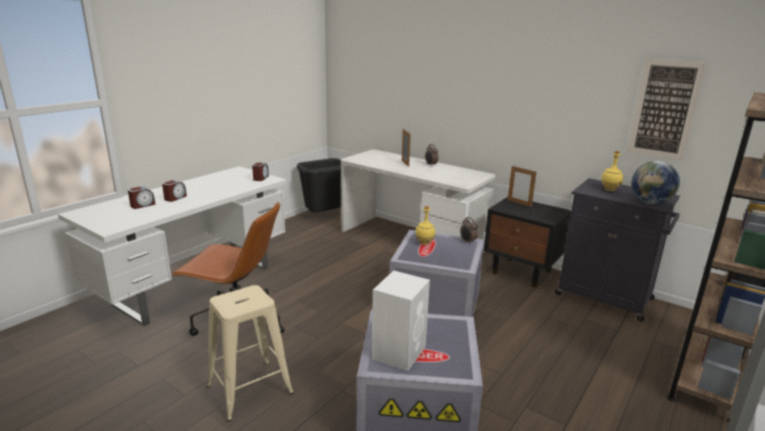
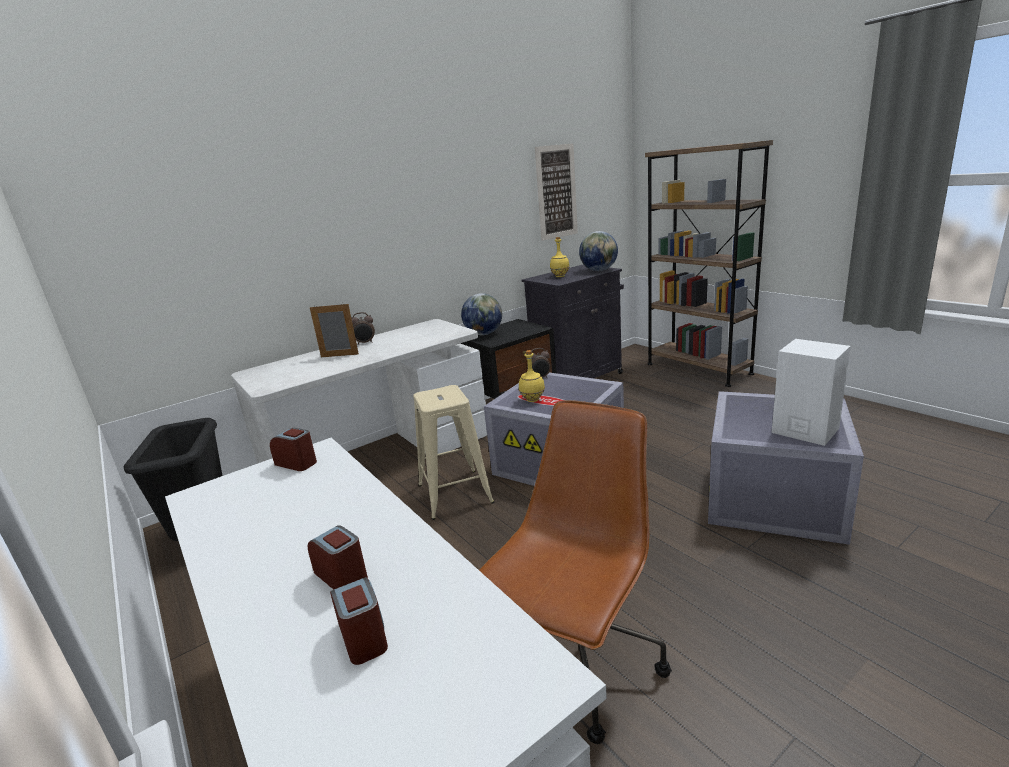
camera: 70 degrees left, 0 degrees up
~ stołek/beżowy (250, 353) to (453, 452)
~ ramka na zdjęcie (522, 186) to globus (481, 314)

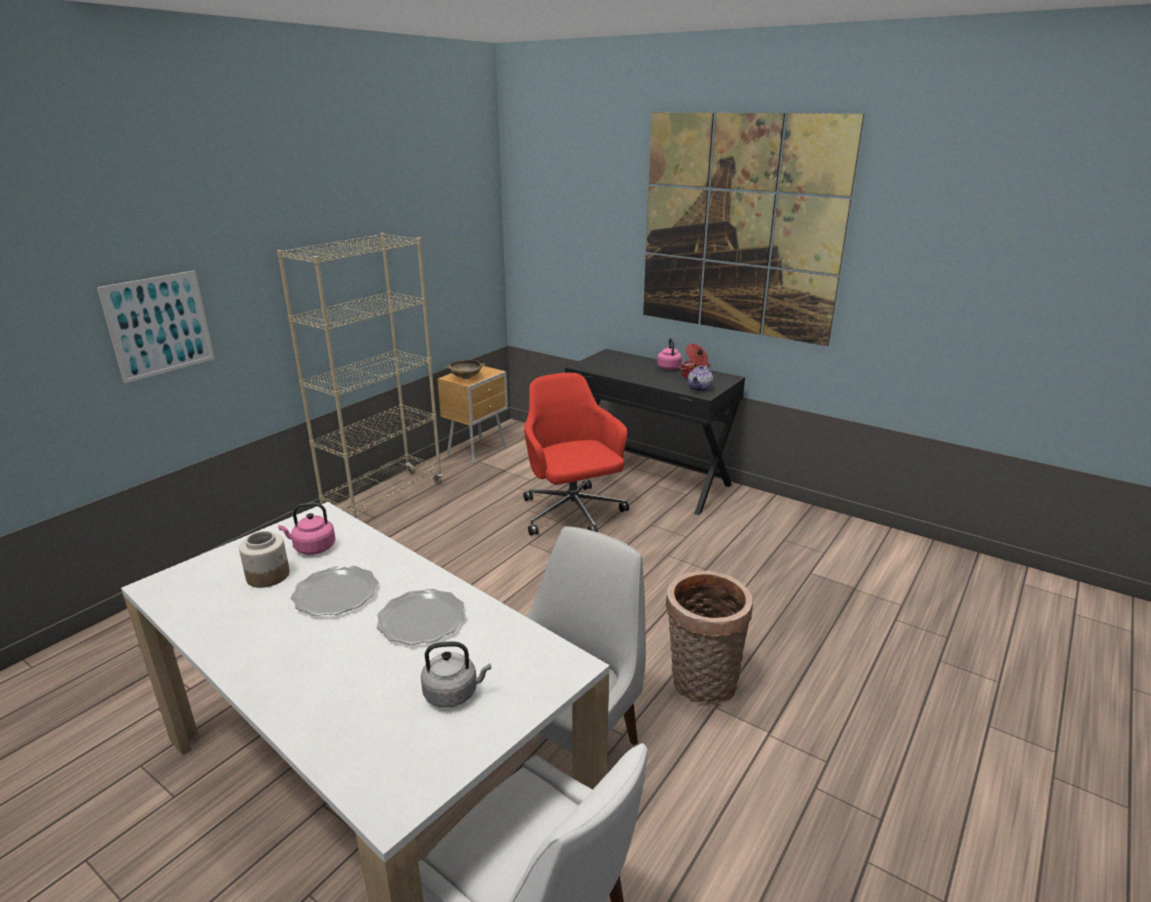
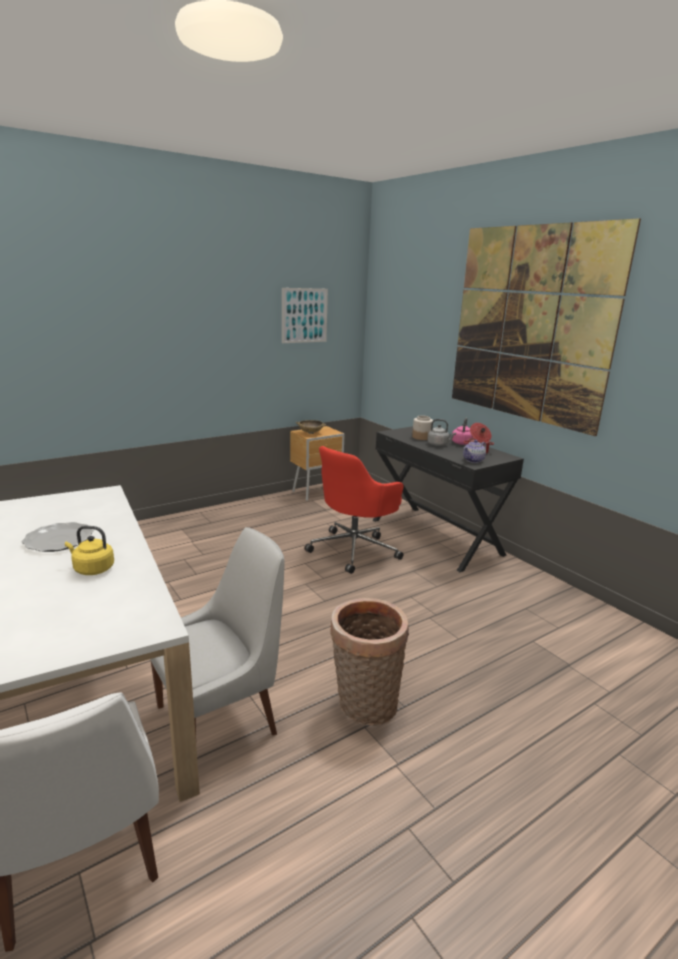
camera: 20 degrees right, 5 degrees down
~ talerz (421, 617) to czajnik/żółty (89, 550)
~ obraz (156, 327) to (305, 315)
~ krzesło biurowe/czerwony (576, 454) = (354, 510) 135 degrees counterclockwise
~ słoik (264, 559) to (422, 428)
~ czajnik/szary (456, 675) to (441, 432)
- regał/beżowy (360, 376)
- czajnik/różowy (306, 529)

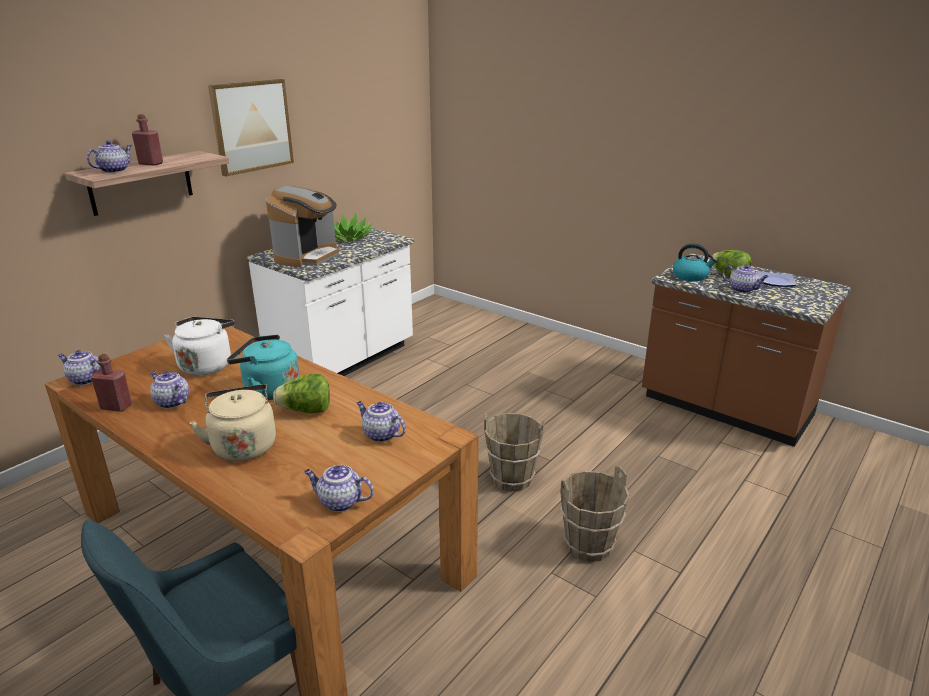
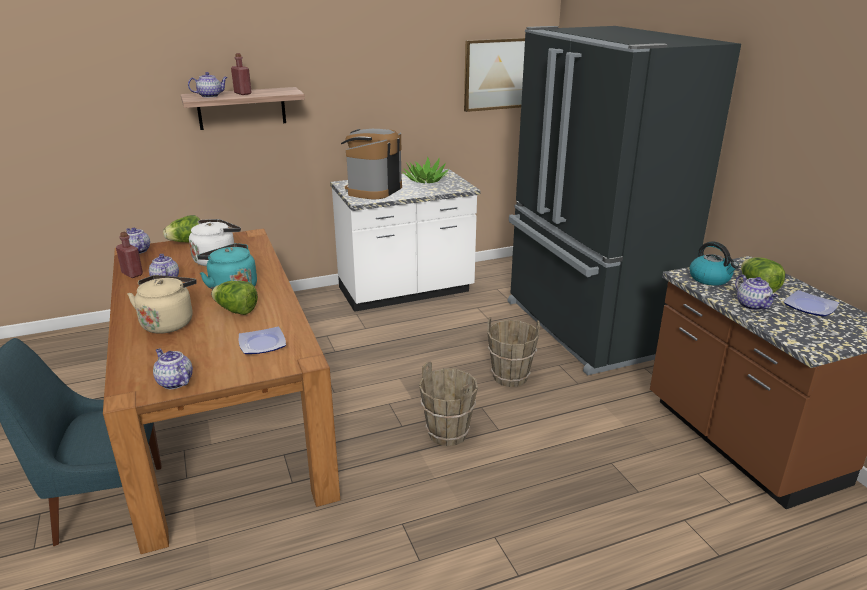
camera: 30 degrees right, 0 degrees up
+ sałata (181, 229)
~ imbryk (381, 421) to talerz (262, 340)
~ ekspres do kawy (303, 227) = (371, 164) 150 degrees clockwise
~ obraz (251, 127) to (494, 75)
~ wiadro/brązowy (595, 514) to (513, 352)
+ lodówka/czarny (624, 201)

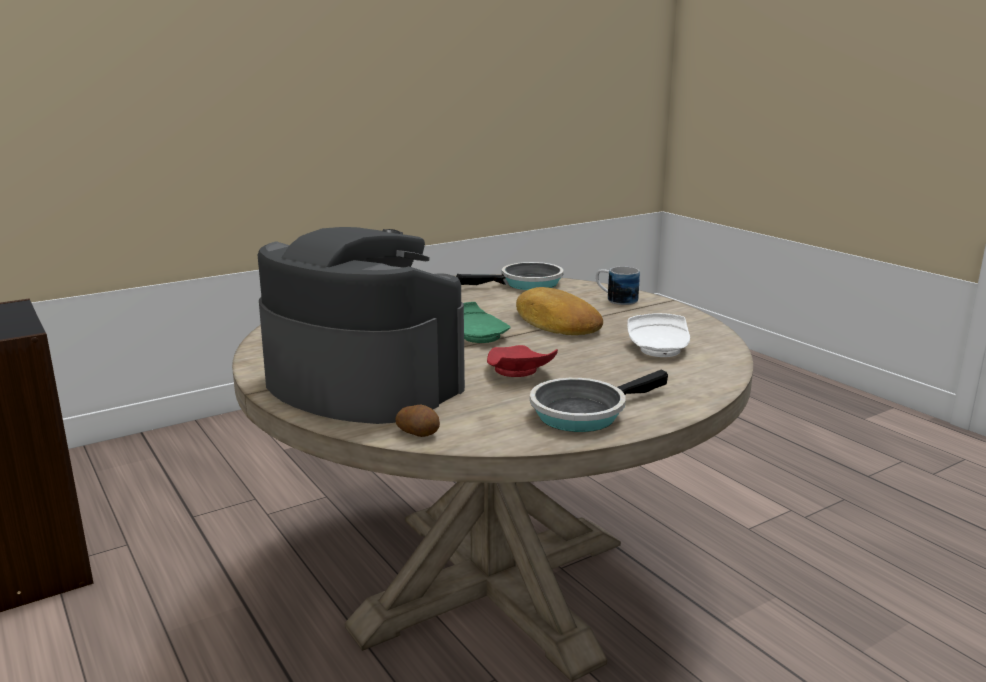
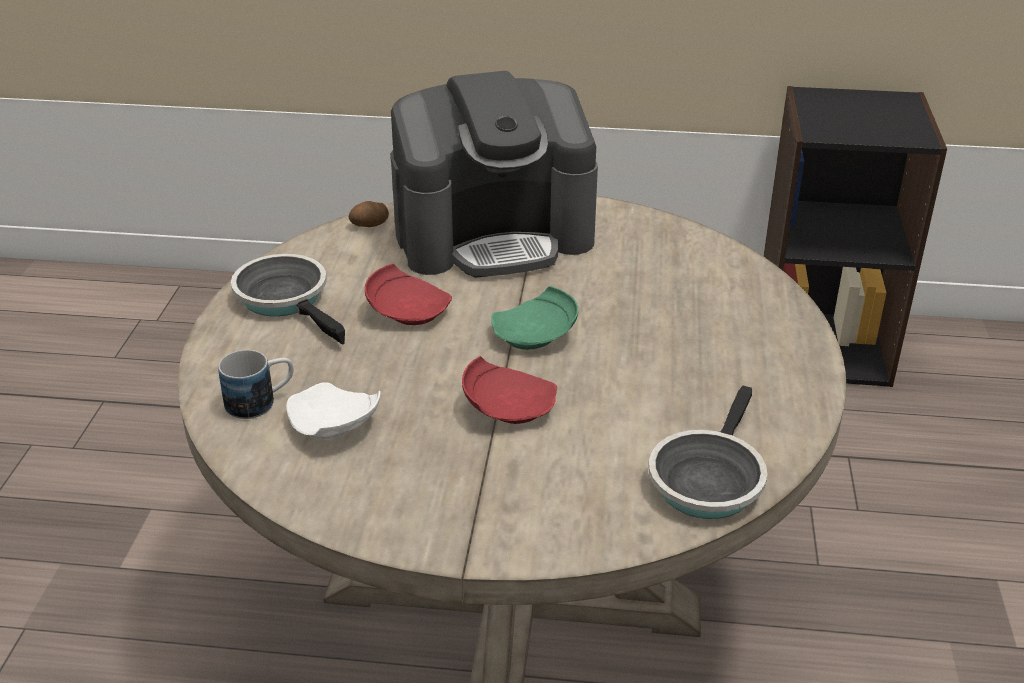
camera: 130 degrees right, 15 degrees up
~ kubek (618, 285) to (255, 384)
~ patelnia (599, 401) = (288, 299) 45 degrees counterclockwise
~ chleb (559, 311) to talerz/czerwony (509, 390)

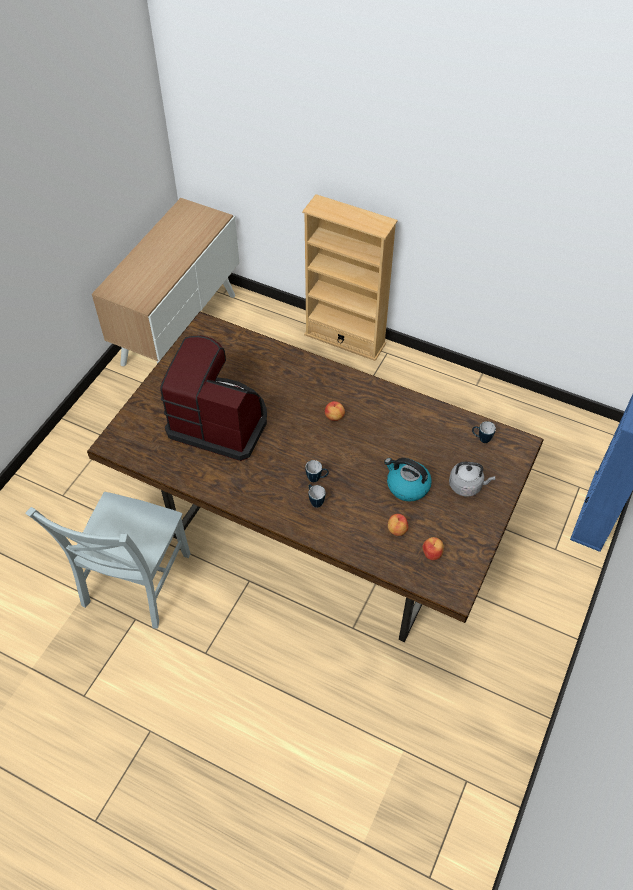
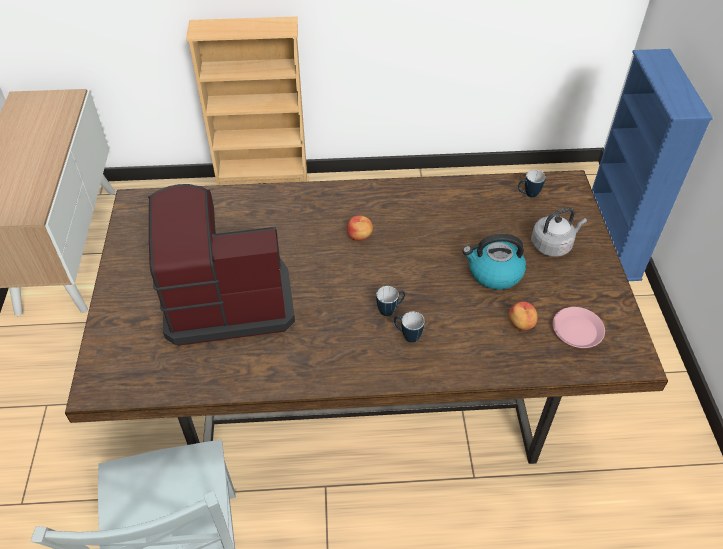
camera: 30 degrees left, 5 degrees down
~ jabłko (433, 548) to talerz/różowy (579, 327)

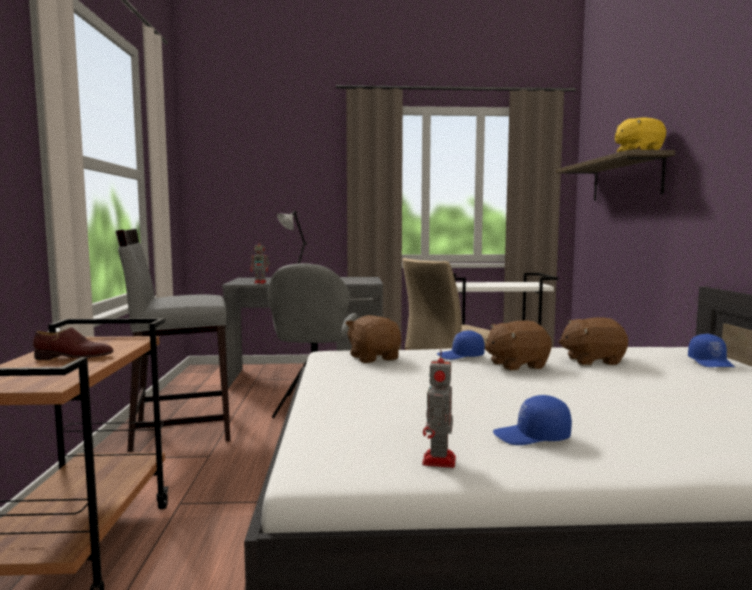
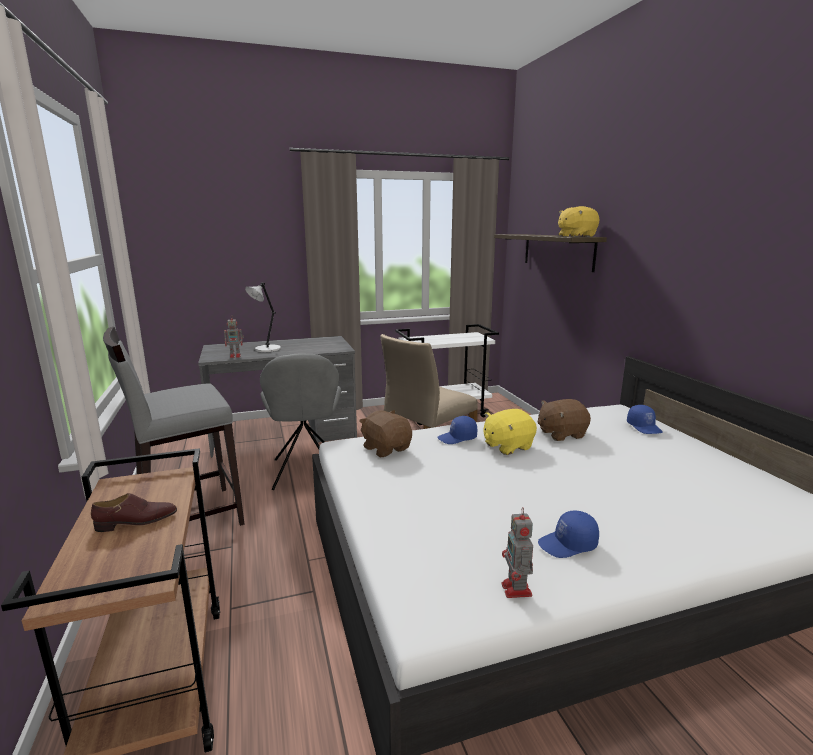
camera: 15 degrees left, 10 degrees up
~ pluszak/brązowy (518, 346) to pluszak/żółty (510, 432)

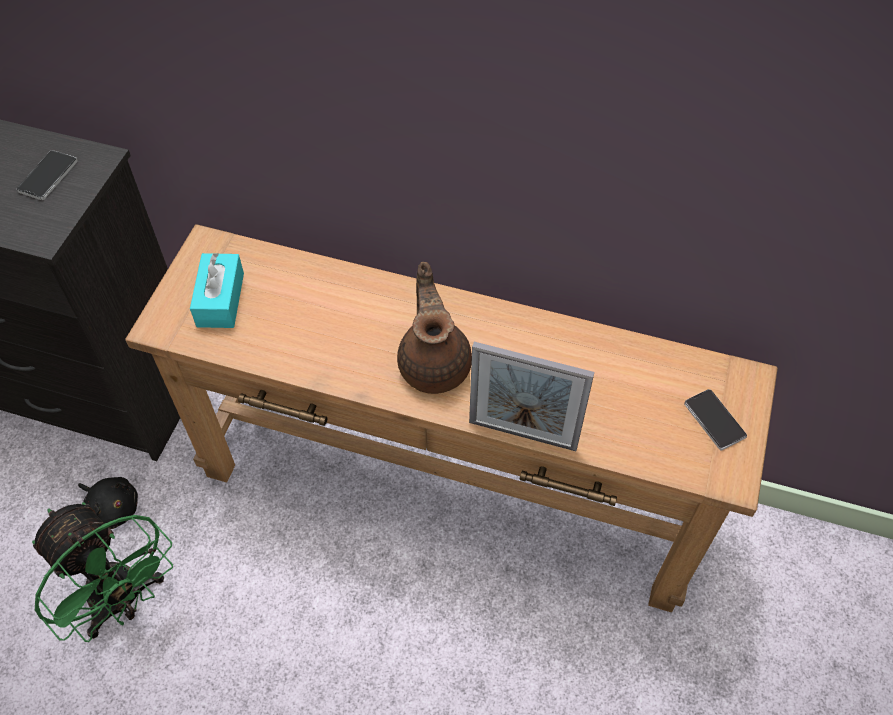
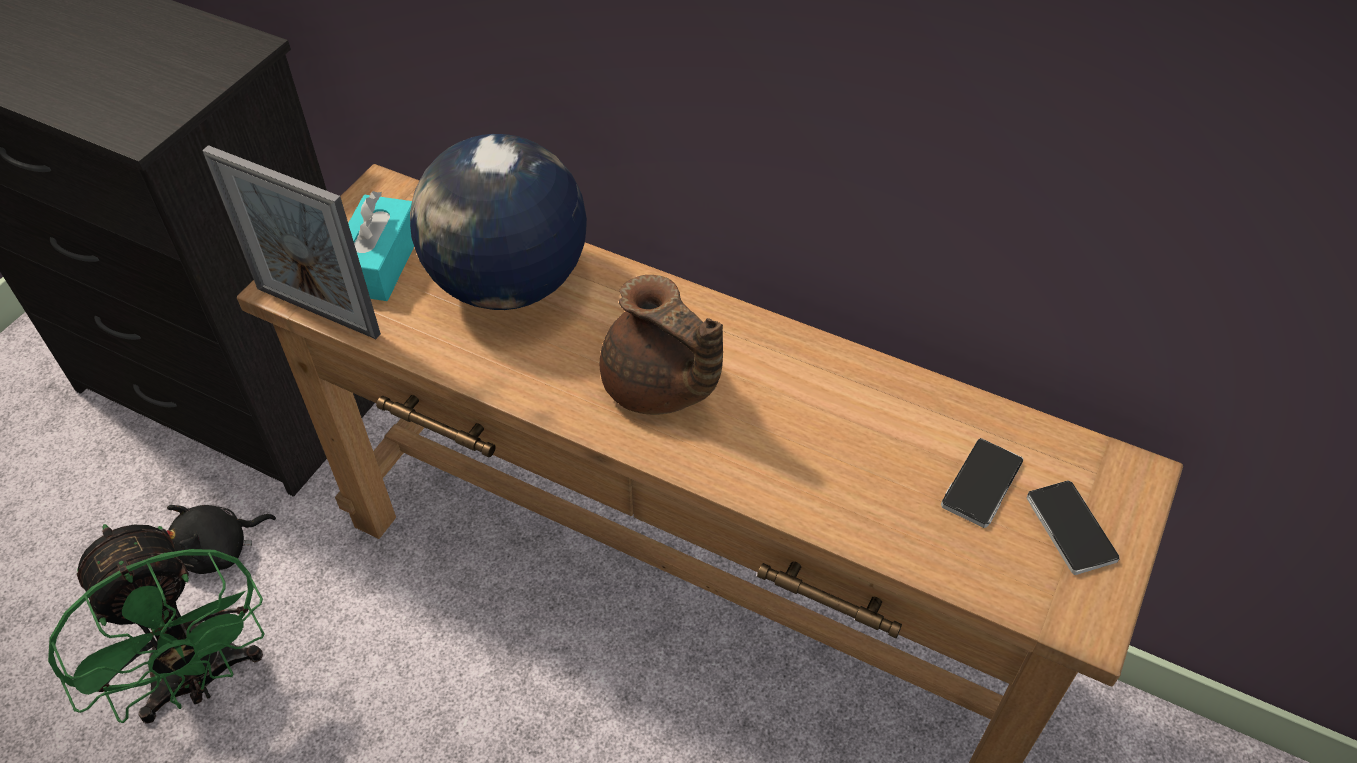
camera: 10 degrees right, 5 degrees down
~ pluszak/czarny (108, 503) = (221, 539) 105 degrees clockwise
~ ramka na zdjęcie (532, 396) to (291, 242)
+ globus (498, 222)
~ imbryk/brązowy (434, 328) = (661, 345) 135 degrees clockwise
~ telefon (47, 175) to (982, 483)

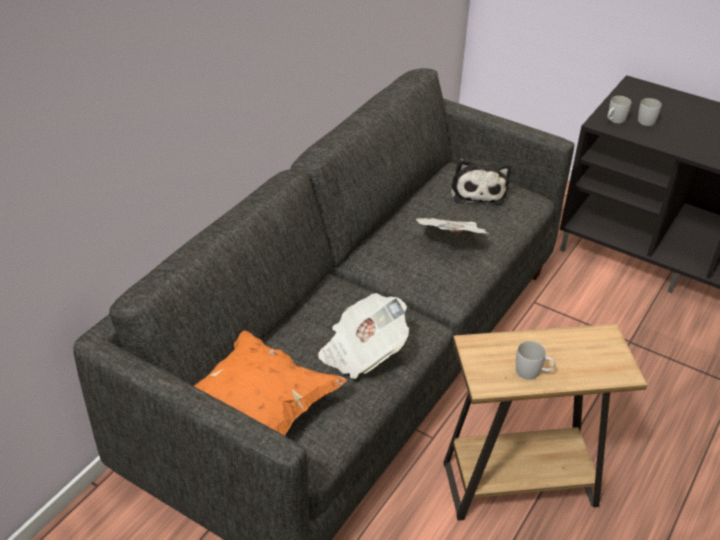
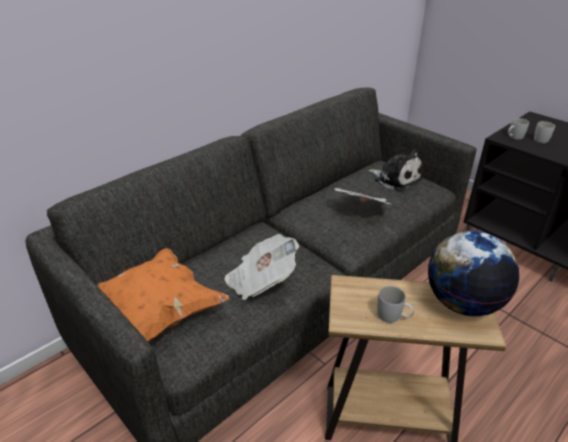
camera: 15 degrees right, 5 degrees down
~ pluszak (481, 182) = (395, 170) 60 degrees counterclockwise
+ globus (473, 273)

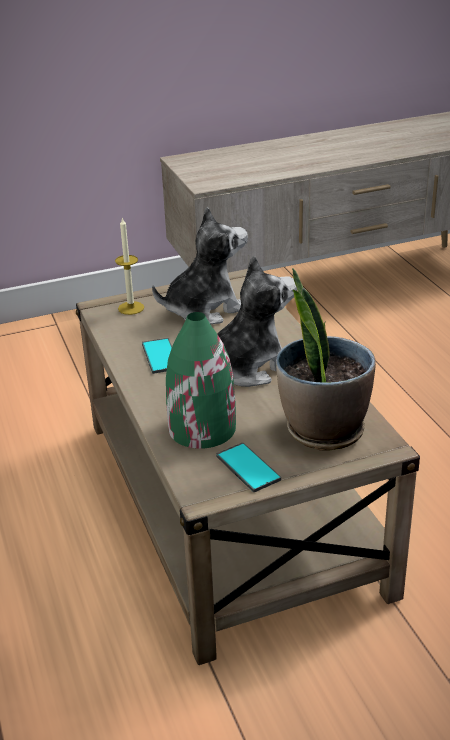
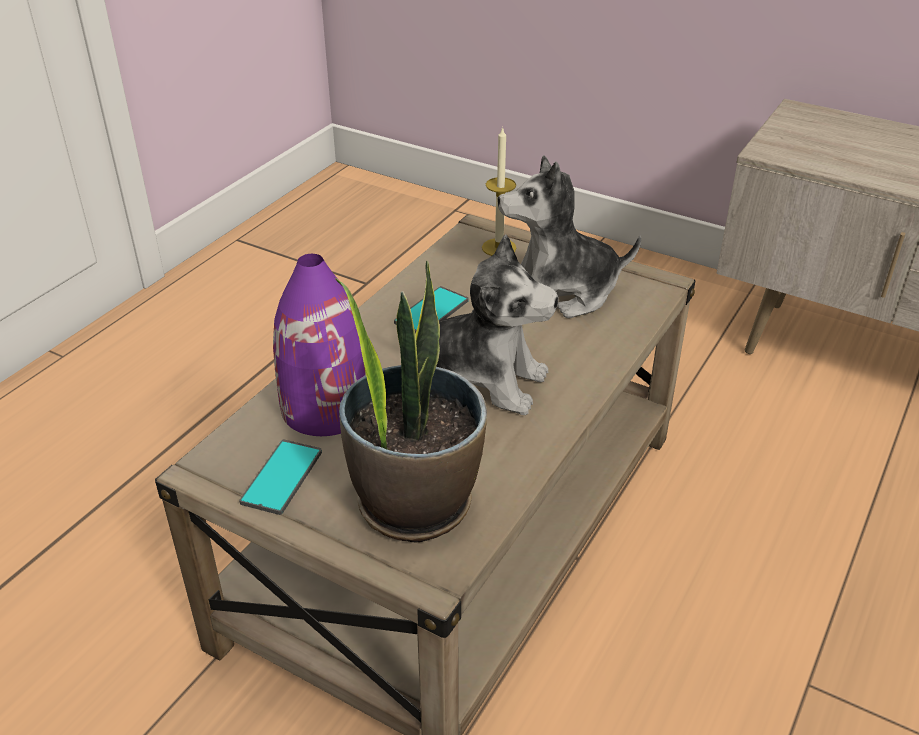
camera: 50 degrees right, 5 degrees up
~ wazon/zielony (201, 380) to wazon/fioletowy (319, 345)
~ pluszak (200, 265) = (569, 236) 150 degrees clockwise

